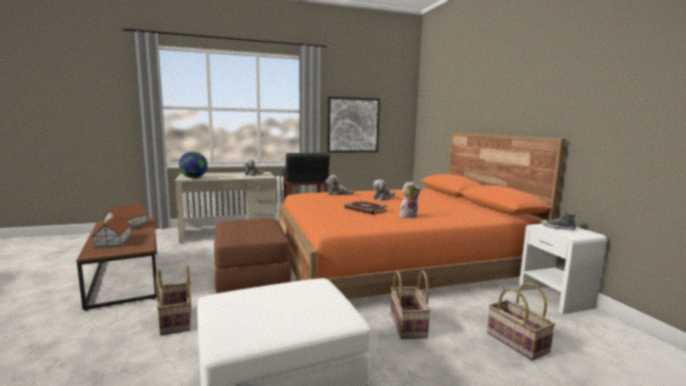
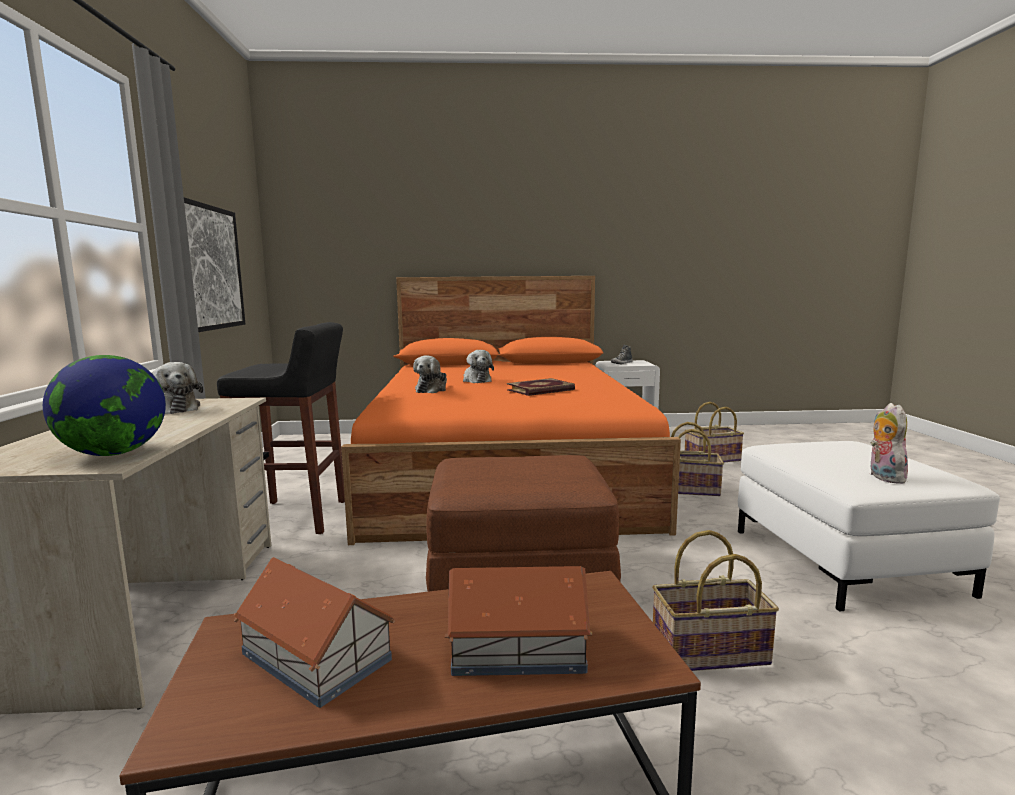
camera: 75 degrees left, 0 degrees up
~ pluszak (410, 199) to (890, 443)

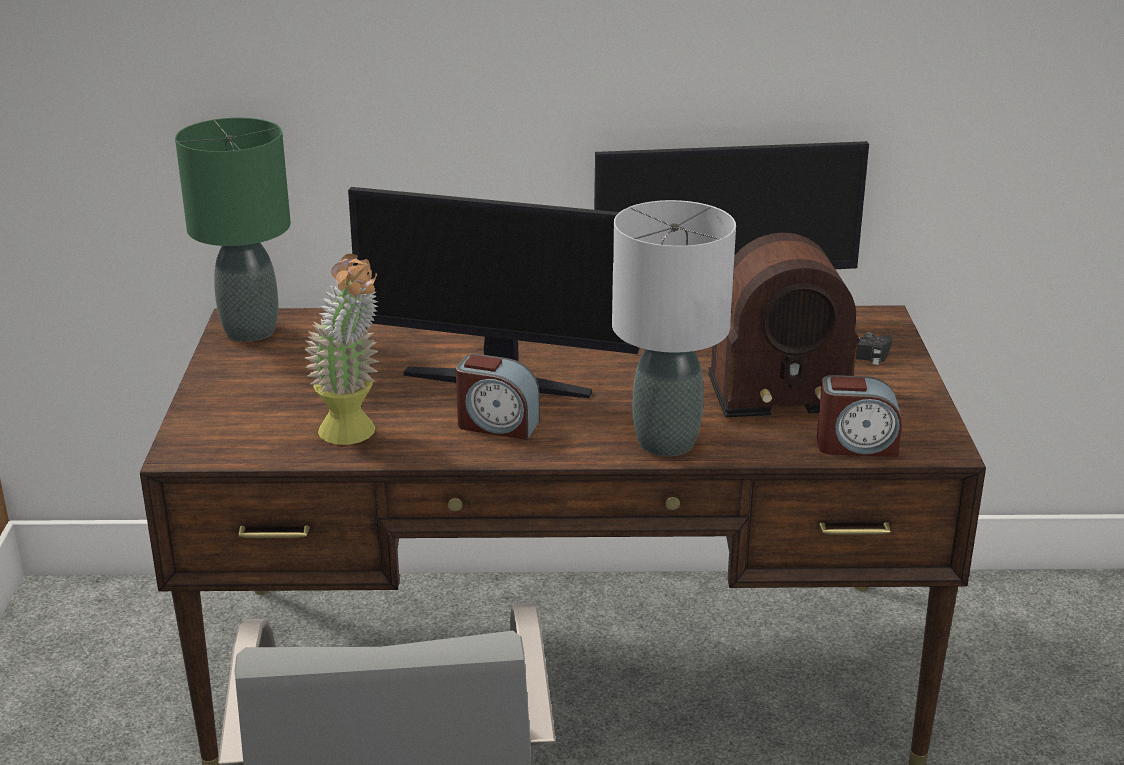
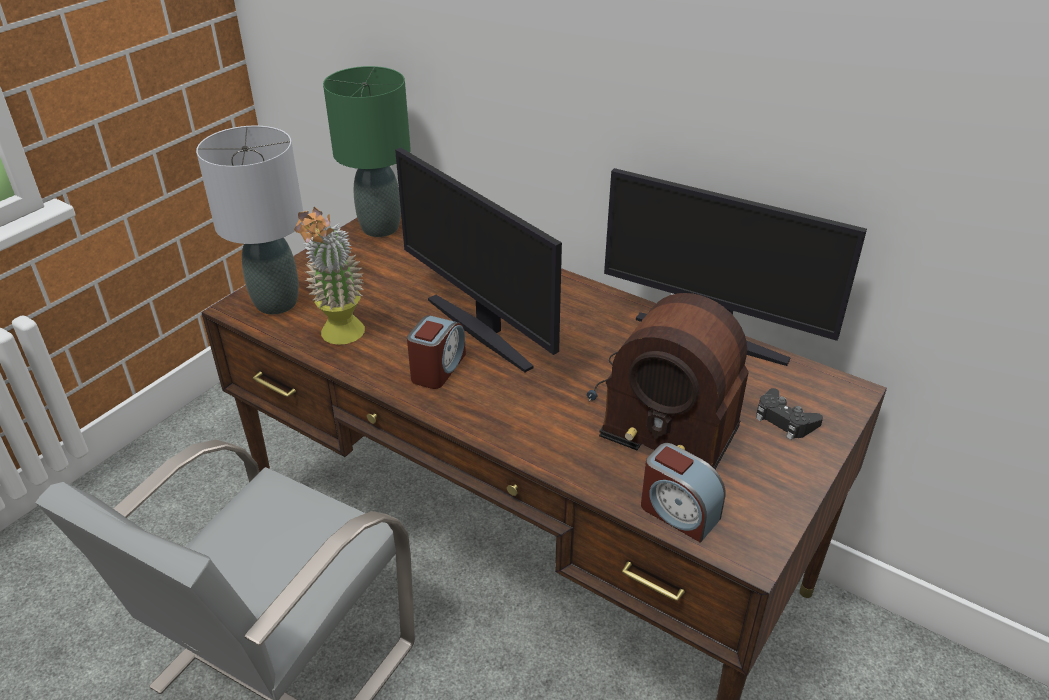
camera: 35 degrees right, 10 degrees up
~ lampa stołowa/szary (674, 328) to (249, 220)
~ budzik (498, 397) = (436, 352) 120 degrees counterclockwise

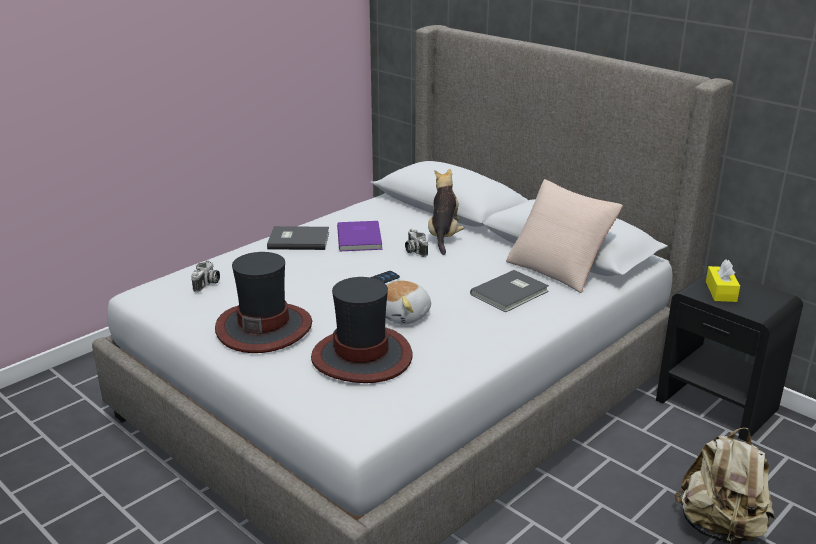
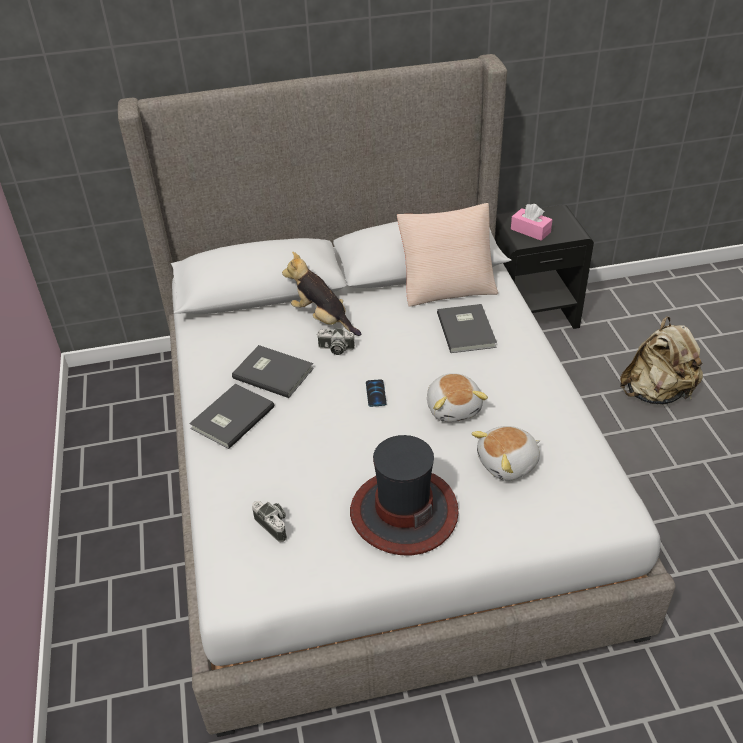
camera: 55 degrees left, 15 degrees up
~ książka/fioletowy (359, 236) to książka/szary (273, 371)
~ kapelusz (361, 330) to pluszak (505, 453)
~ pudełko chusteczek/żółty (723, 280) to pudełko chusteczek/różowy (532, 222)

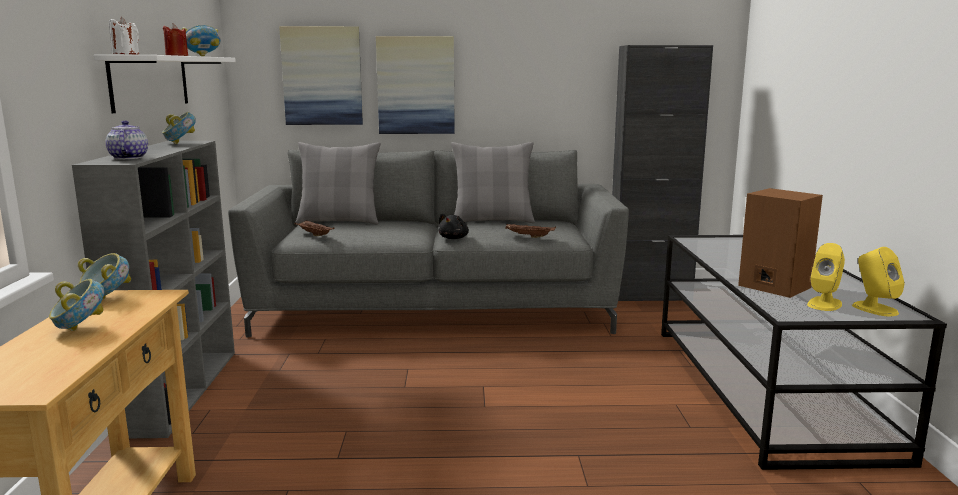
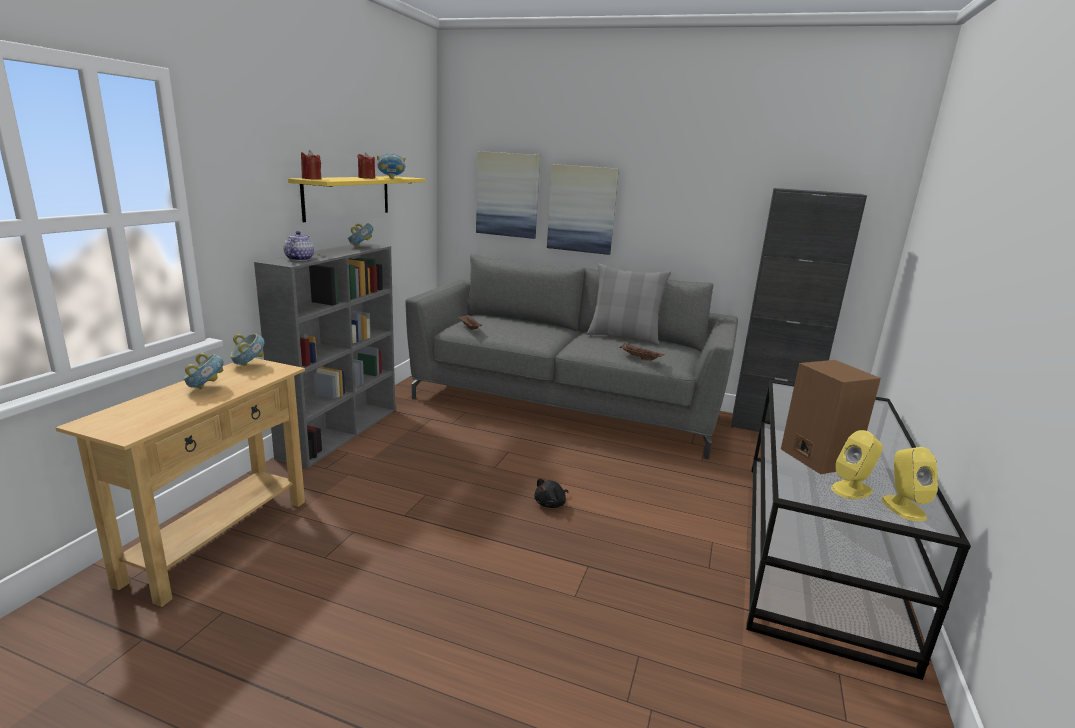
camera: 20 degrees right, 5 degrees up
~ półka/biały (165, 84) to półka/żółty (357, 199)
~ świeca/biały (124, 35) to świeca/czerwony (311, 165)
~ pluszak/czarny (453, 226) to (551, 493)
- poduszka/szary (338, 183)

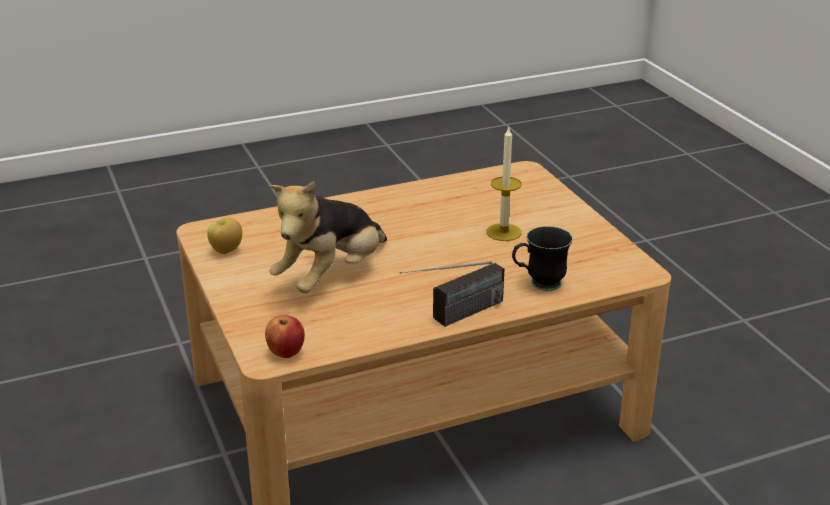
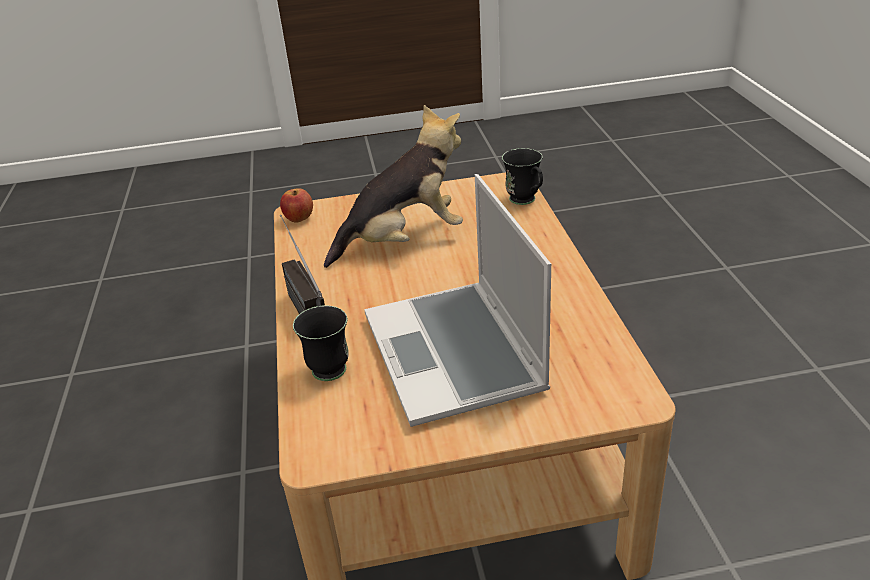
camera: 105 degrees right, 5 degrees up
~ pluszak (328, 237) = (393, 186) 105 degrees clockwise
~ świeca (504, 184) to laptop (457, 300)
+ kubek/czarny (522, 176)
- jabłko (224, 235)

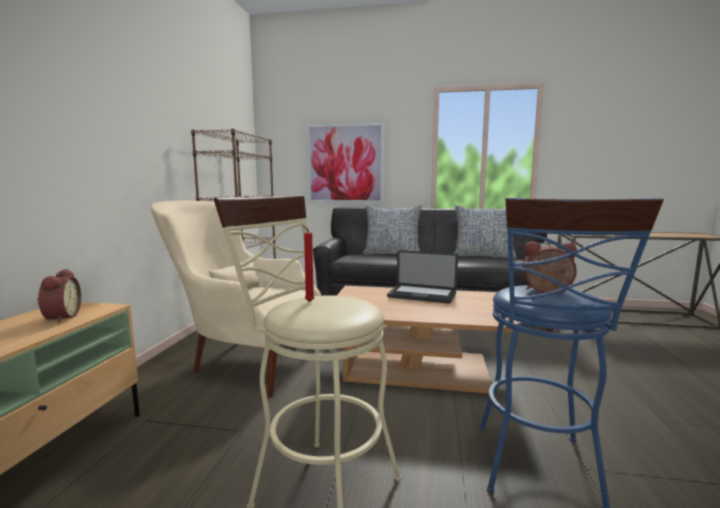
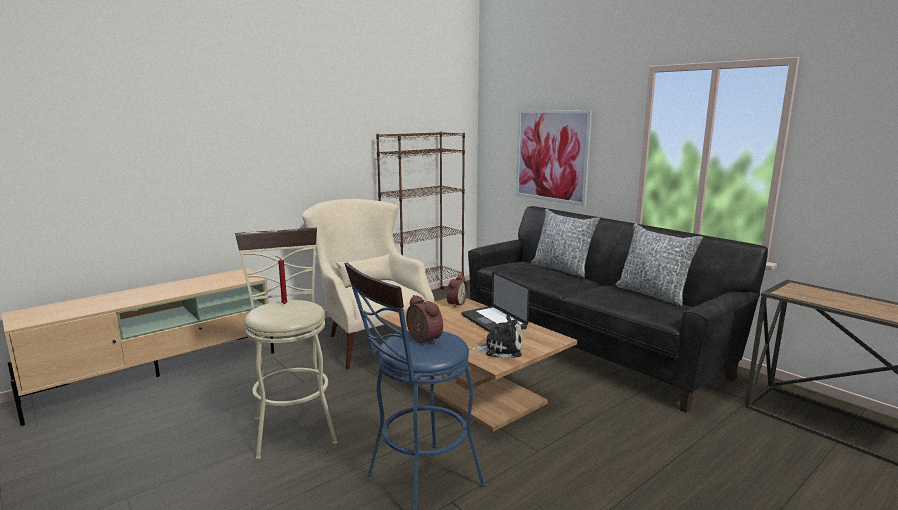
camera: 40 degrees right, 5 degrees up
~ budzik (59, 296) to (457, 291)
+ pluszak (496, 337)

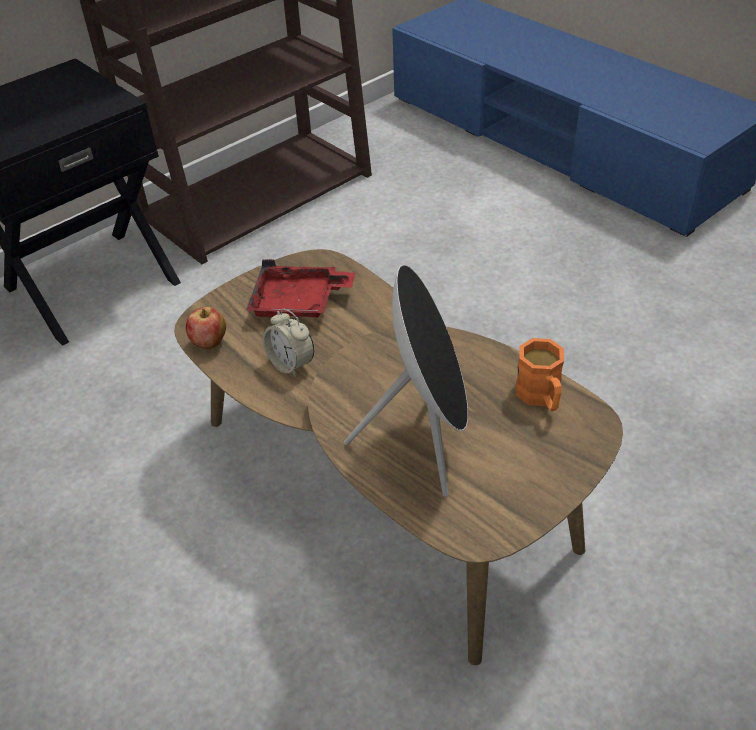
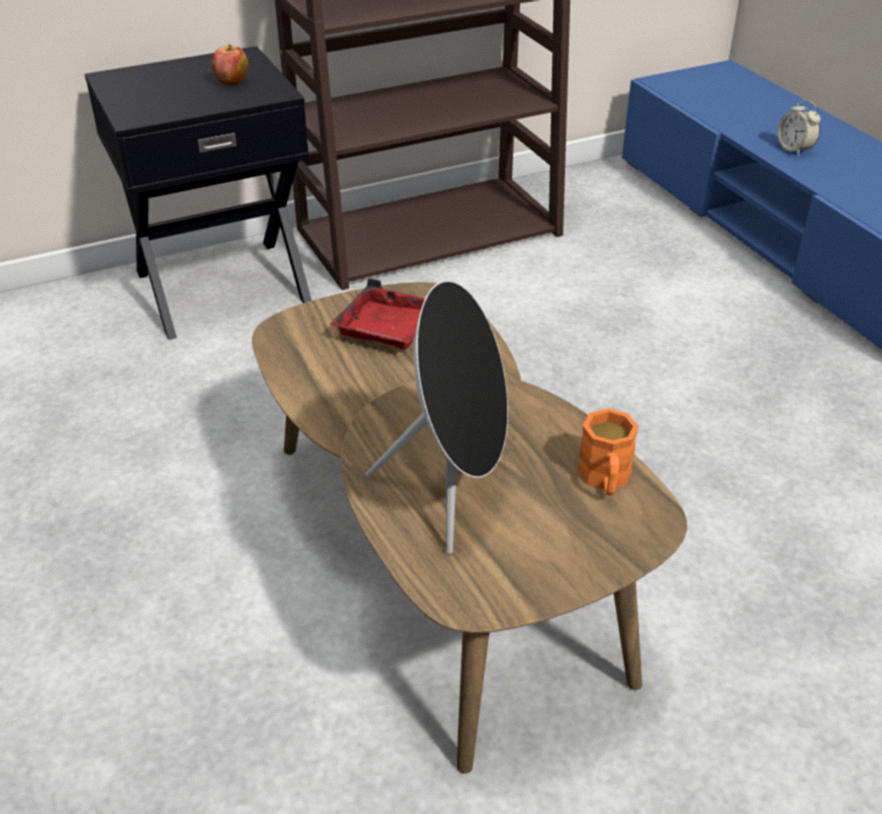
camera: 15 degrees right, 5 degrees down
~ jabłko (206, 328) to (230, 64)
~ budzik (288, 342) to (798, 128)

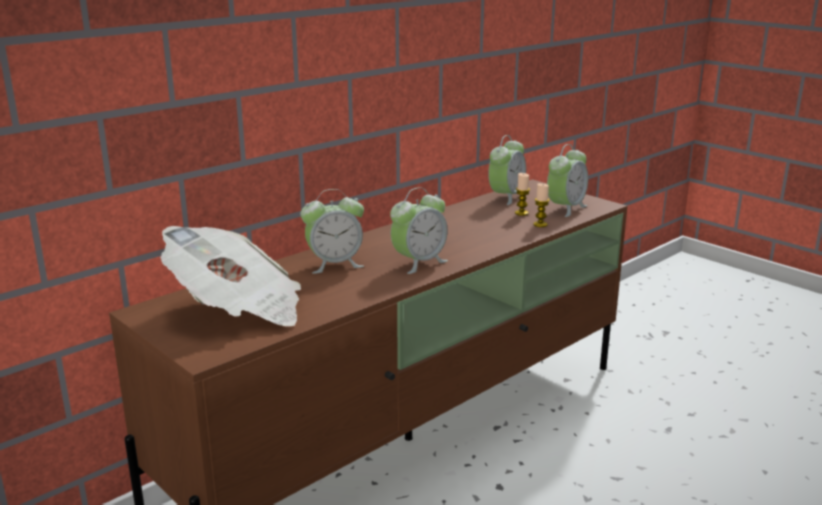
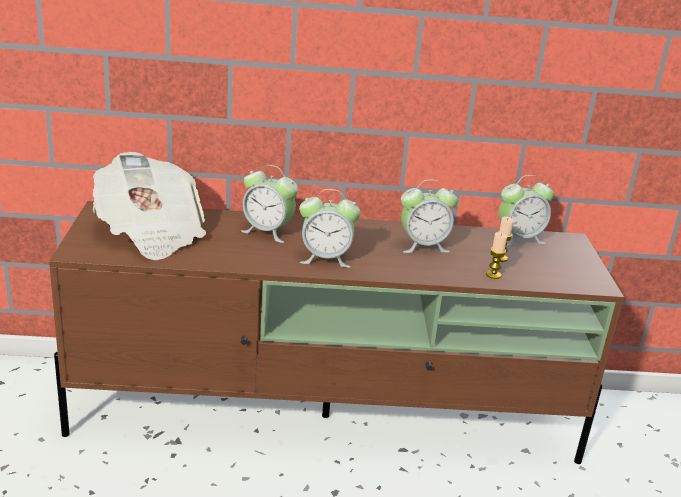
camera: 40 degrees right, 5 degrees up
~ budzik (567, 180) to (429, 216)

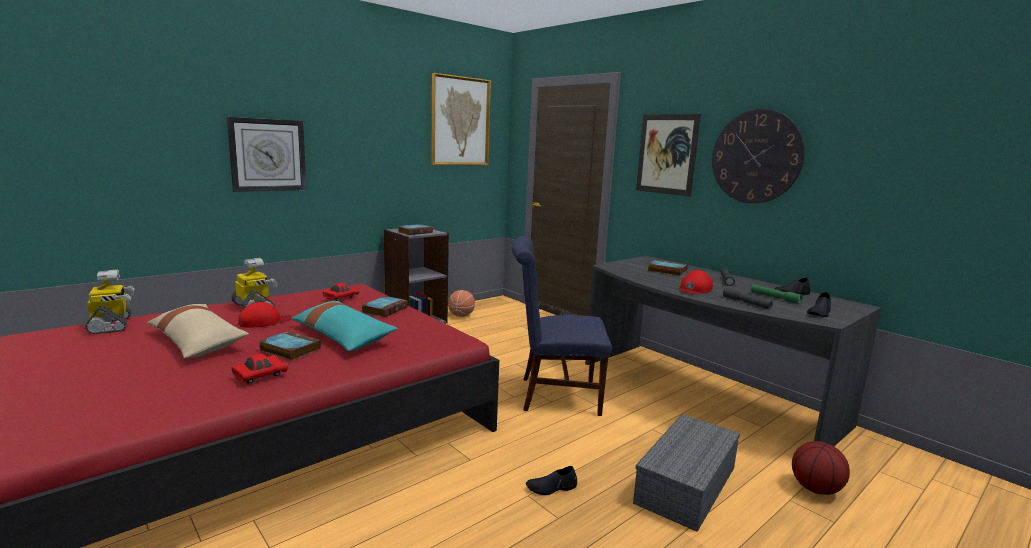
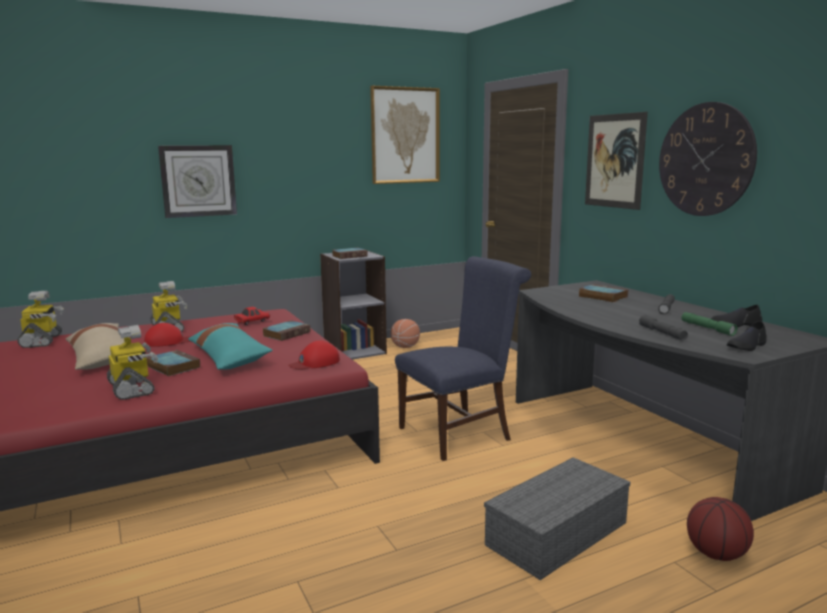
camera: 15 degrees right, 0 degrees up
~ samochodzik/czerwony (260, 369) to robot zabawkowy (132, 362)
~ czapka z daszkiem/czerwony (695, 282) to (314, 355)
~ krzesło/niebieski (562, 326) = (463, 358) 135 degrees clockwise
- but/czarny (551, 480)

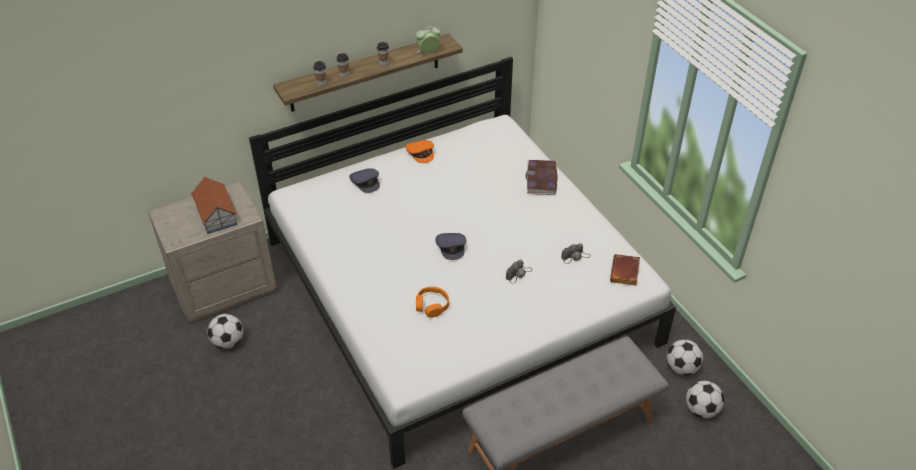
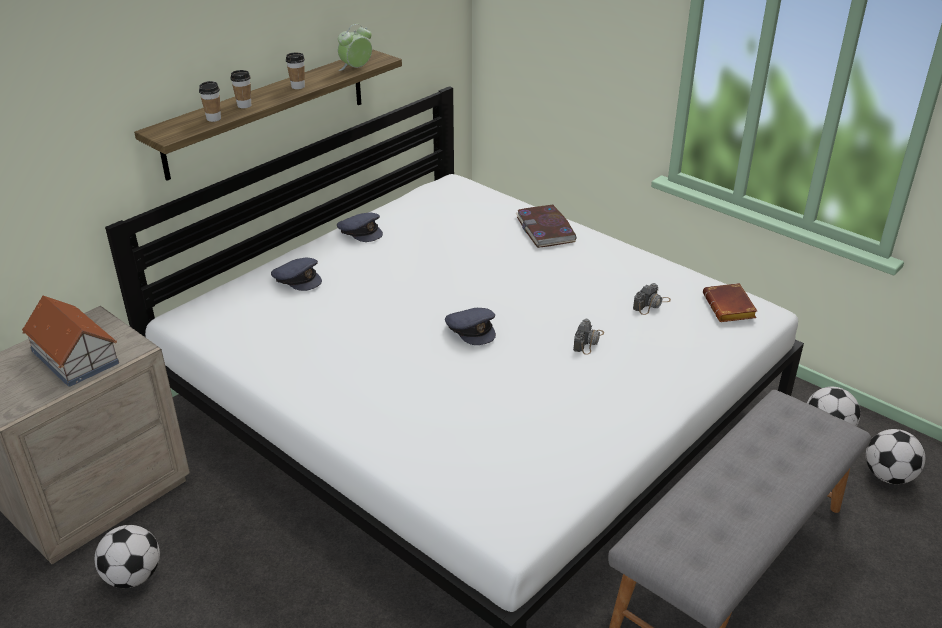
camera: 20 degrees left, 10 degrees down
~ czapka z daszkiem/pomarańczowy (419, 151) to czapka z daszkiem/szary (360, 227)
- słuchawki/pomarańczowy (432, 302)

